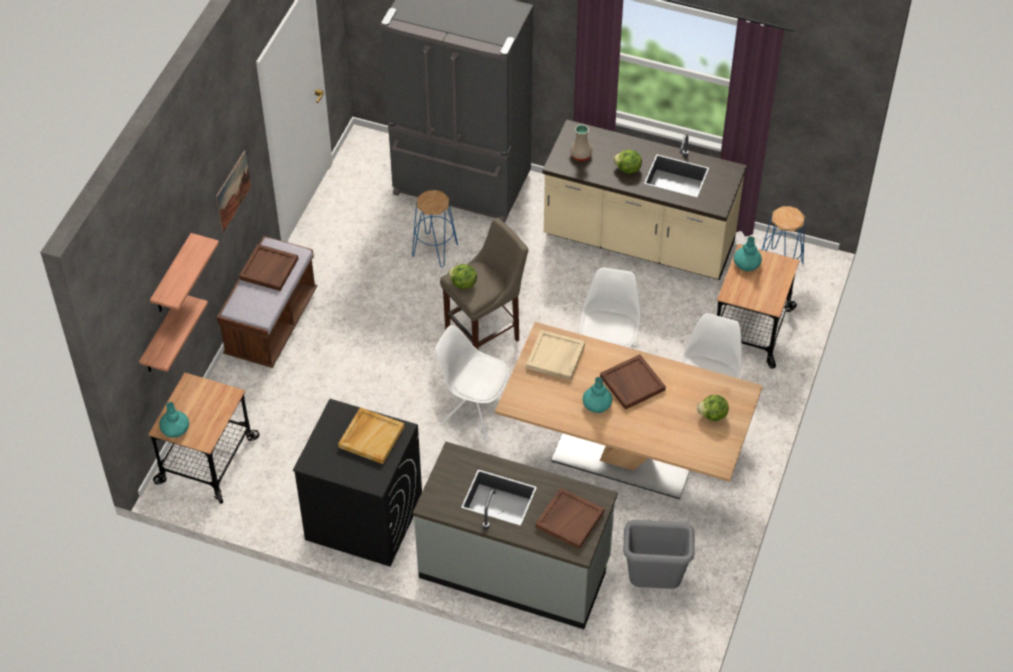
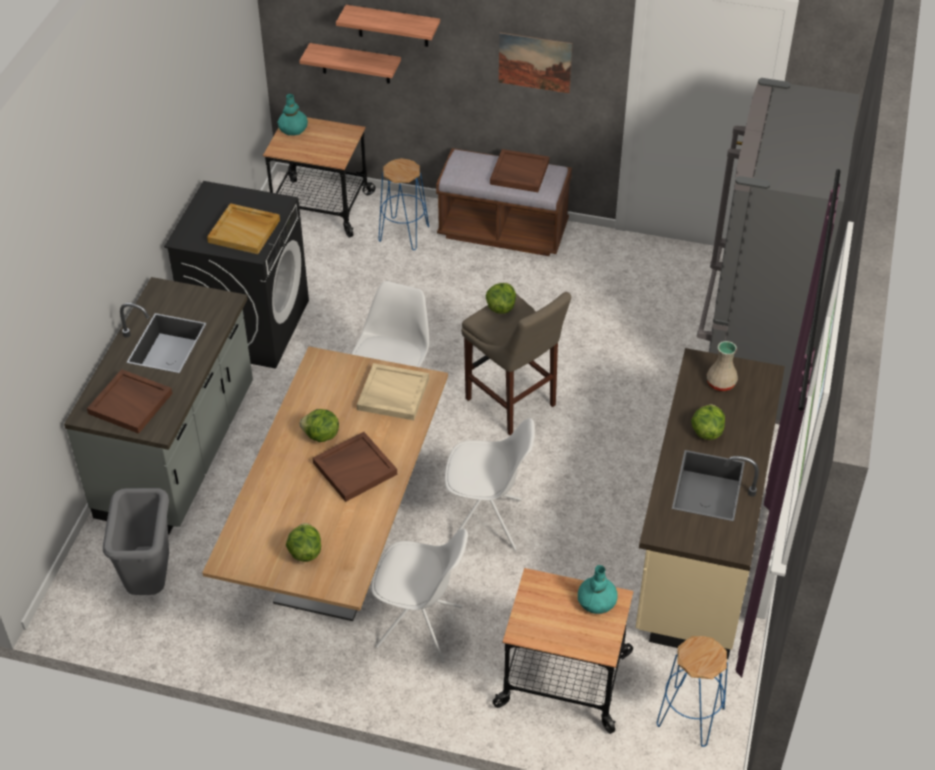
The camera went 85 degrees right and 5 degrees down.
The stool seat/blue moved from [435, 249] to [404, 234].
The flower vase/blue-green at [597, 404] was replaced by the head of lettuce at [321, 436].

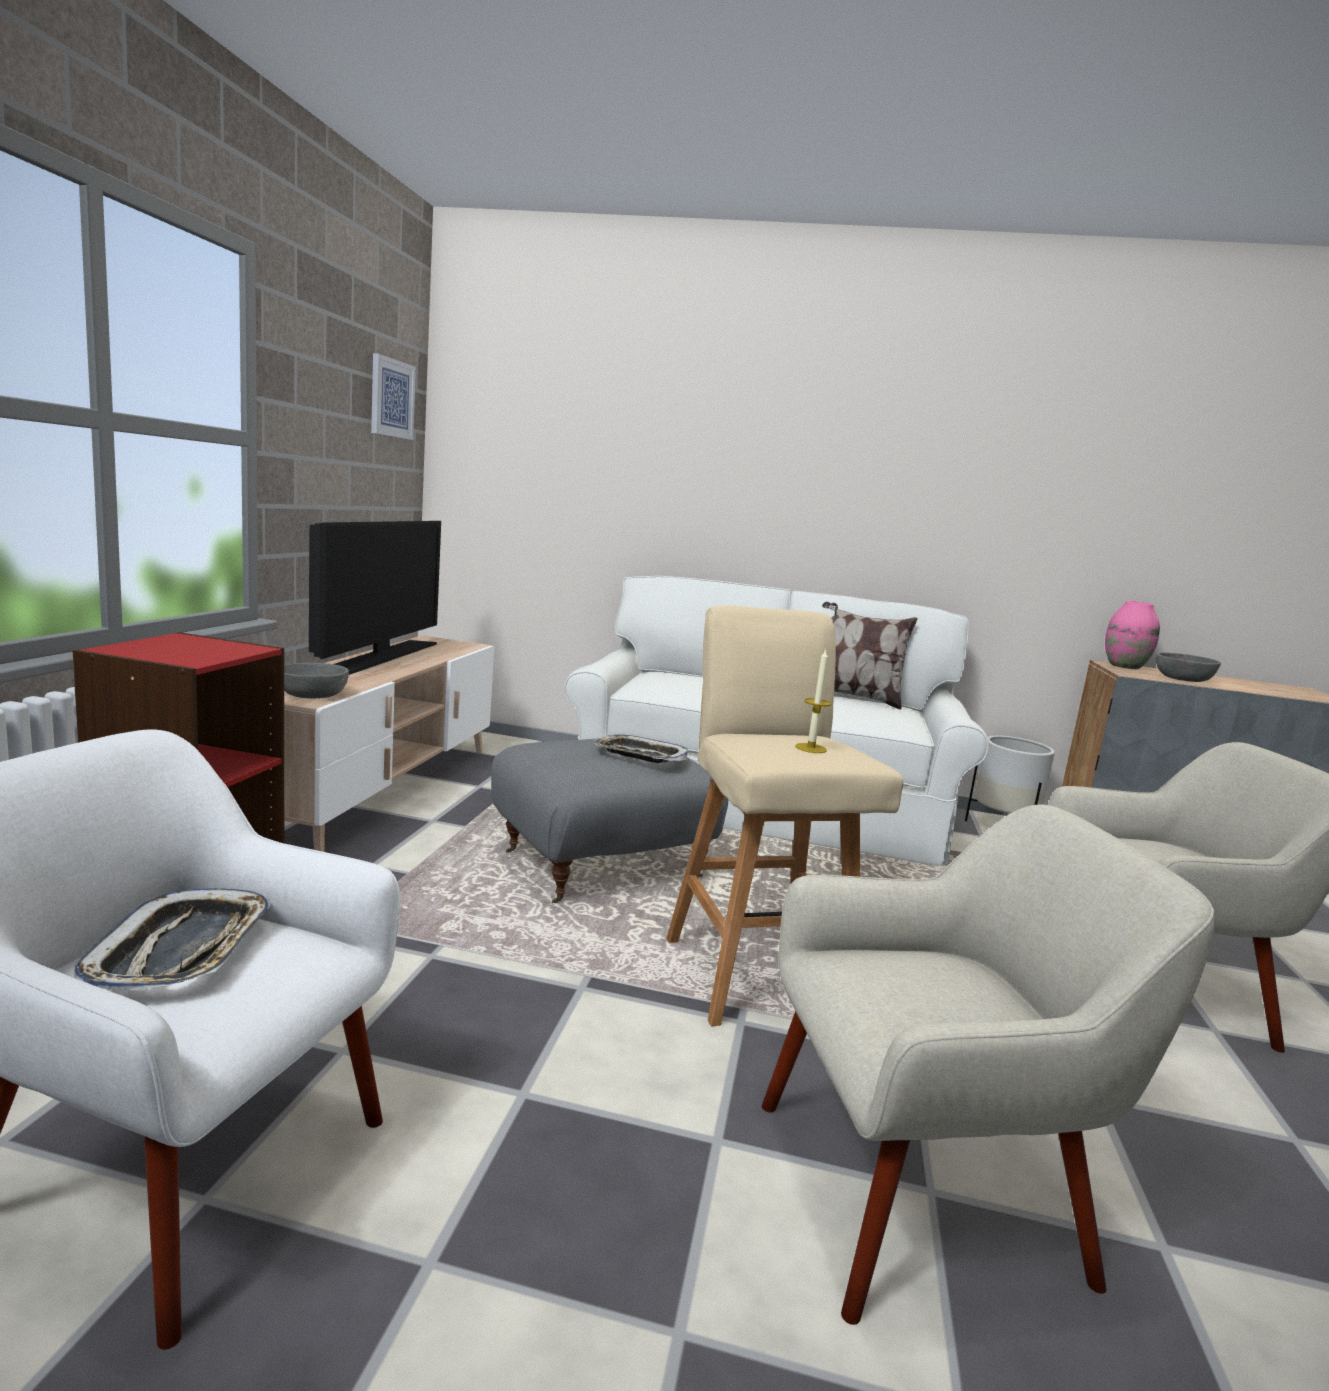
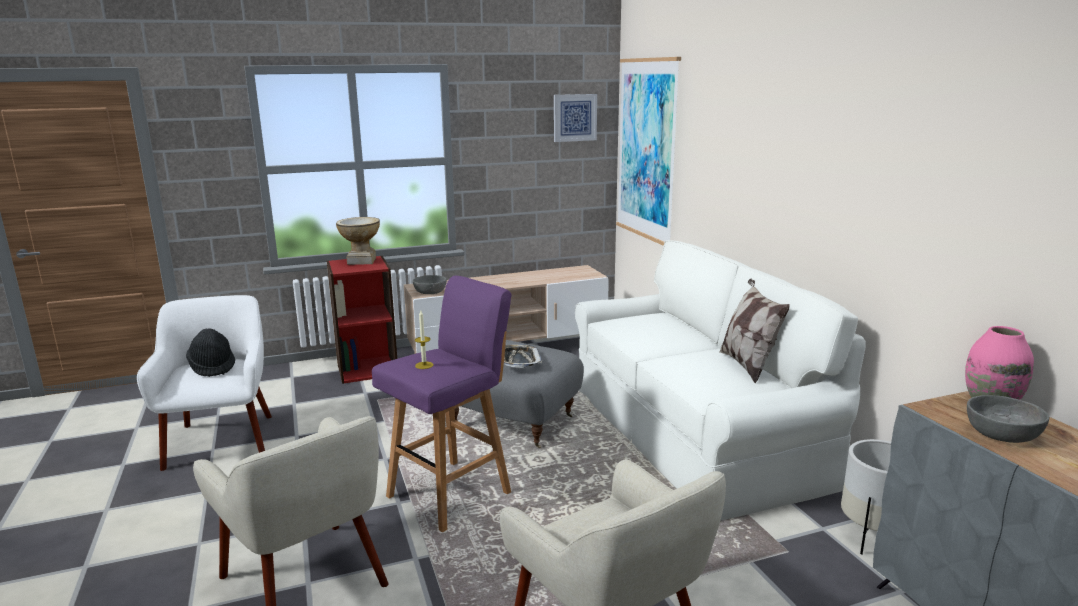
The camera went 60 degrees right and 5 degrees up.
The television at [380, 657] disappeared.
The flower vase at [361, 261] appeared.
The picture at [647, 149] appeared.
The carrying tray at [182, 950] was replaced by the clothing hat/black-coloured at [212, 367].
The stool seat/beige at [756, 971] became the stool seat/purple at [451, 493].

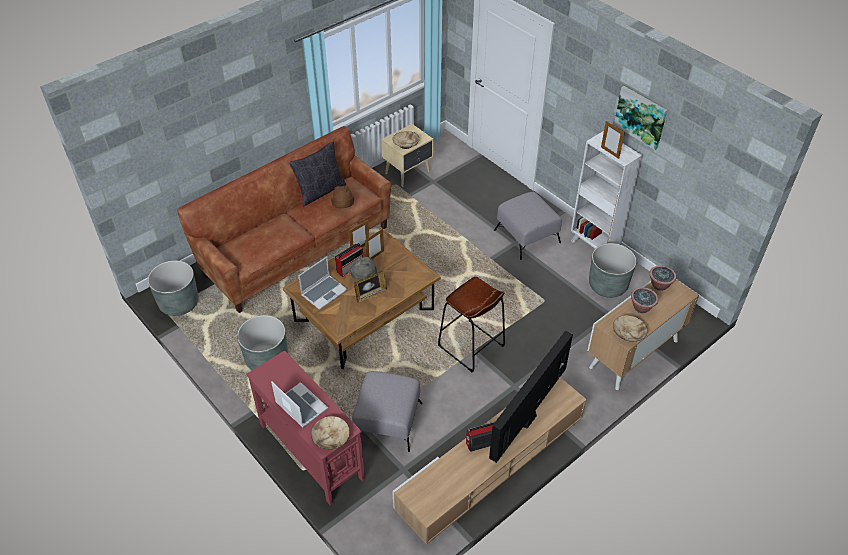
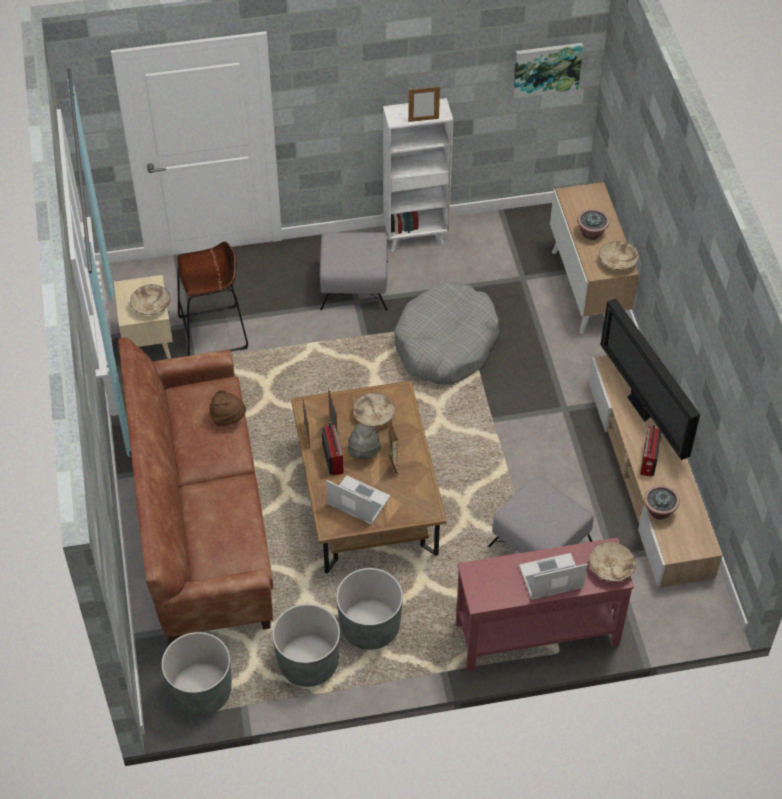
The camera went 60 degrees left and 5 degrees up.
The cushion/black-coloured at [320, 191] disappeared.
The bowl/beige at [374, 415] appeared.
The dog cushion/grey at [446, 344] appeared.
The stool seat/brown moved from [471, 346] to [213, 333].
The planter/grey moved from [607, 285] to [308, 663].
The picture moved from [641, 117] to [546, 68].
The plant in a pot moved from [659, 285] to [659, 511].
The portable computer at [324, 292] turned 45 degrees counterclockwise.

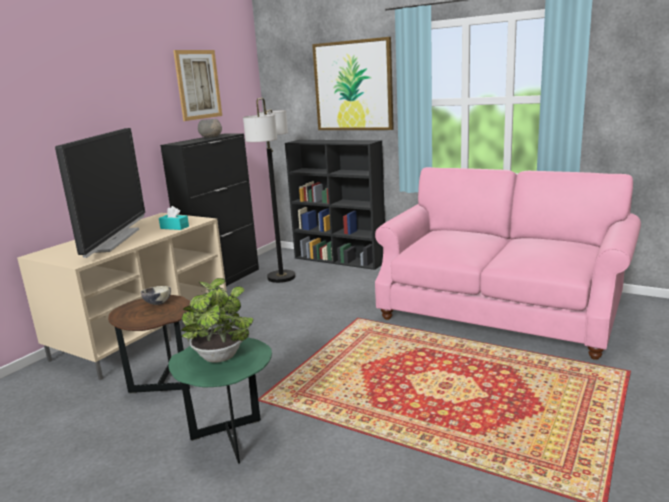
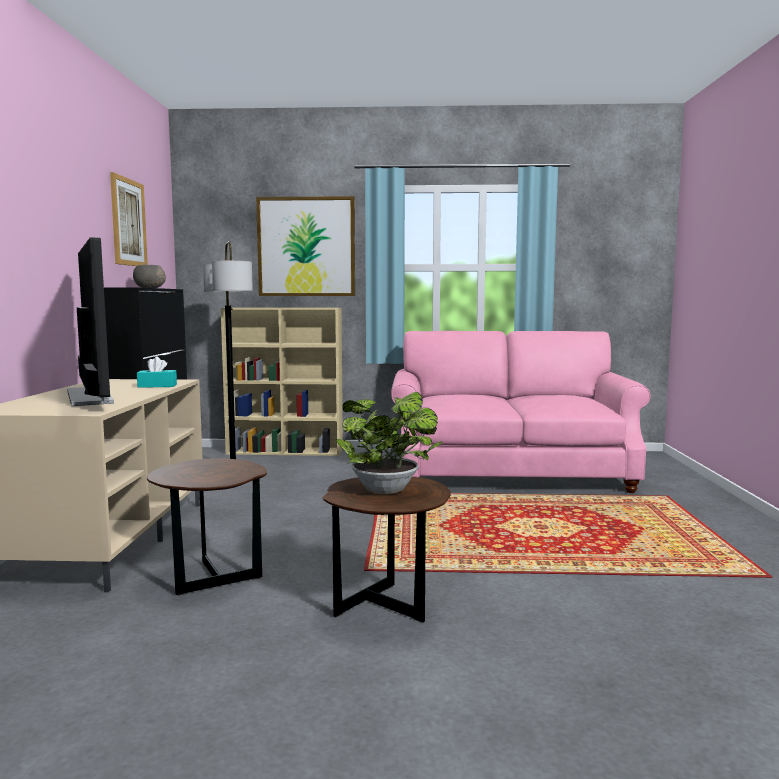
The camera went 30 degrees left and 10 degrees down.
The bowl at [157, 303] disappeared.
The accent table/green at [232, 442] became the accent table/brown at [387, 608].
The bookshelf/black-coloured at [340, 260] became the bookshelf/beige at [286, 451].

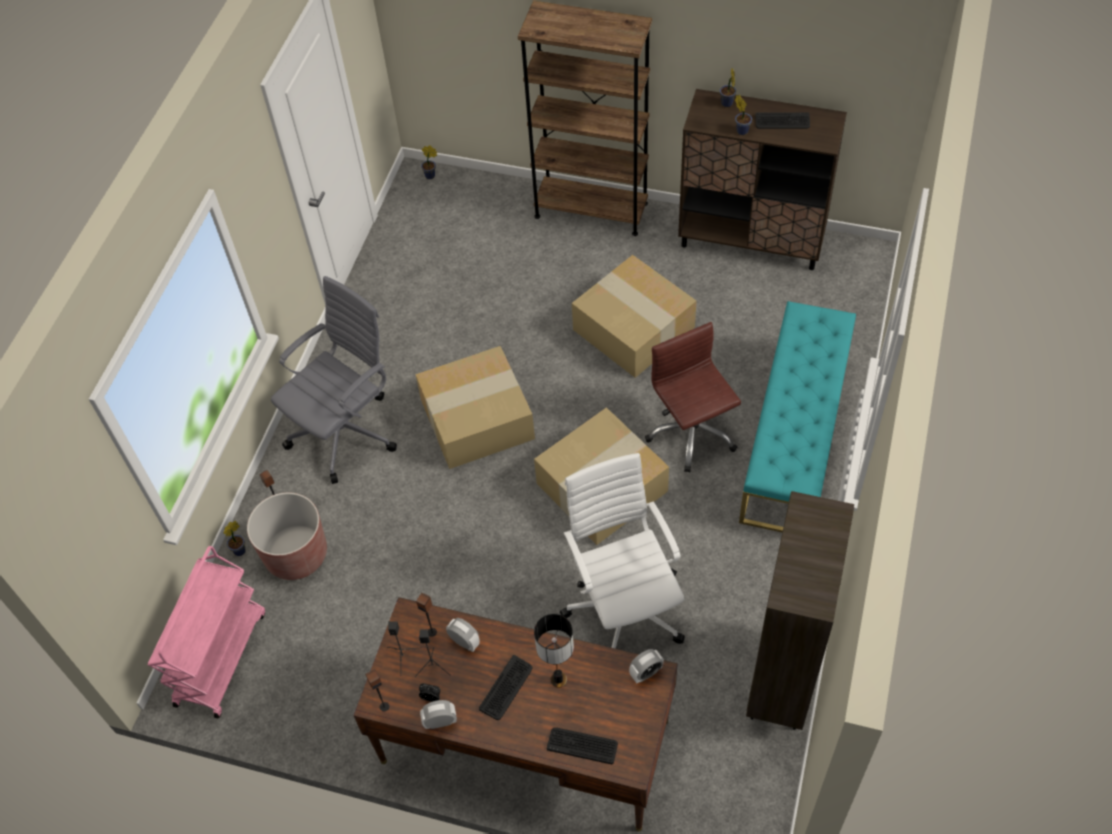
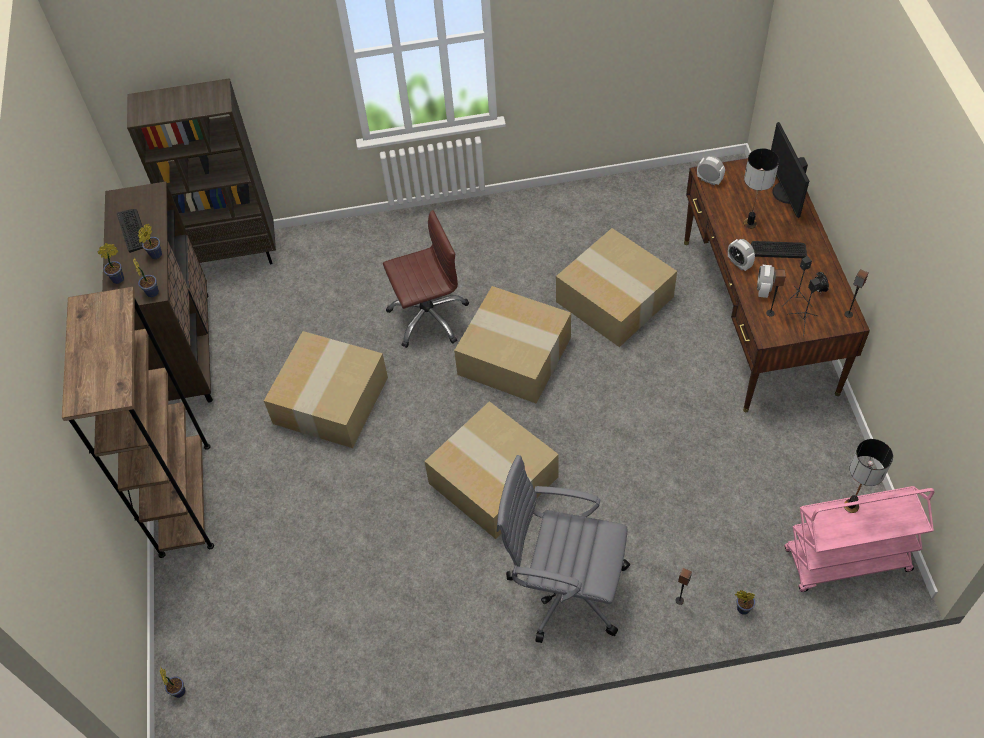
The camera went 115 degrees left and 0 degrees up.
The planter/brown at [296, 554] disappeared.
The bench/blue-green at [795, 436] disappeared.
The plant in a pot at [152, 291] appeared.
The lamp for a table at [851, 506] appeared.
The table clock moved from [440, 722] to [739, 263].
The bookshelf/brown moved from [782, 682] to [236, 255].
The PC keyboard at [582, 745] was replaced by the monitor at [785, 193].
The computer chair/whitish at [624, 606] was replaced by the cardboard box at [612, 299].
The computer chair/brown at [691, 433] turned 150 degrees counterclockwise.

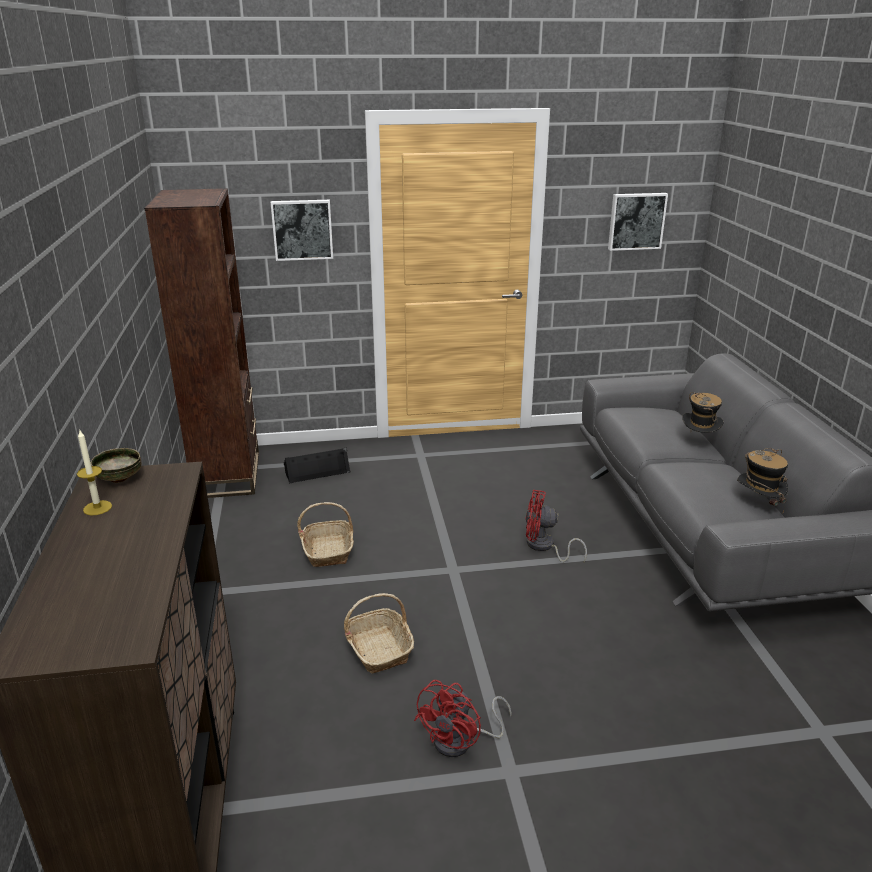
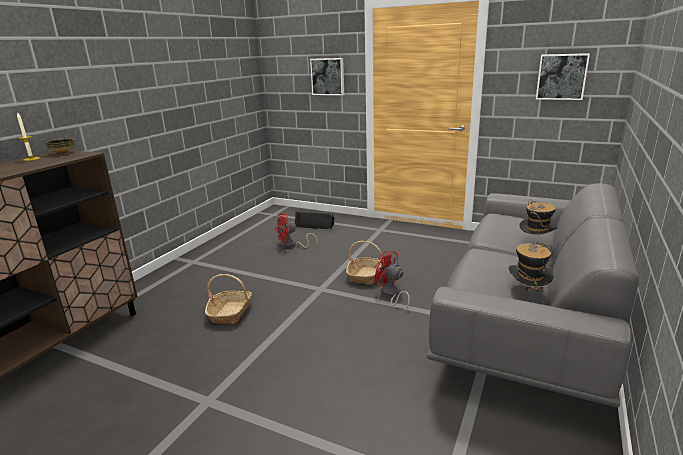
The camera went 35 degrees right and 5 degrees down.
The bookshelf/brown at [227, 475] disappeared.
The basket moved from [328, 550] to [366, 275].
The fan/reddish moved from [461, 741] to [291, 245].

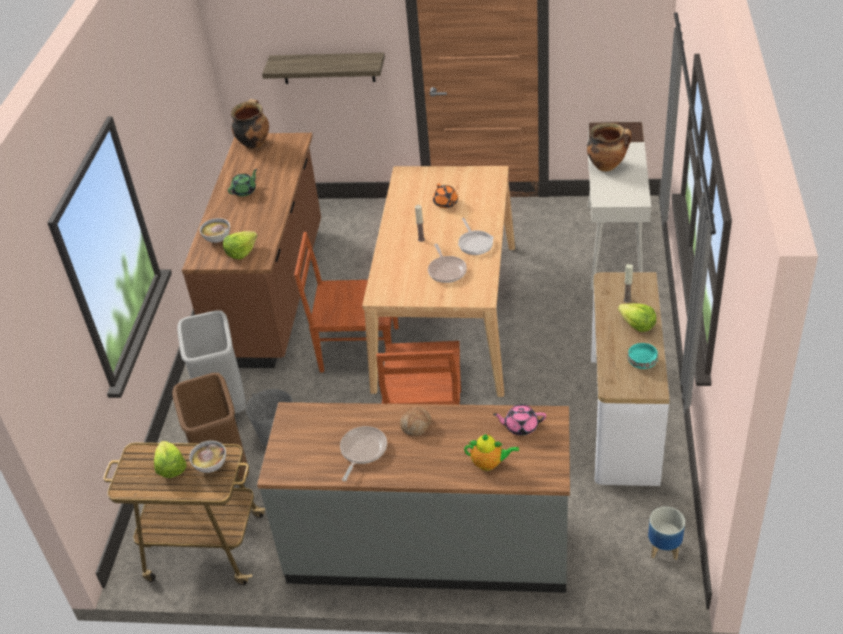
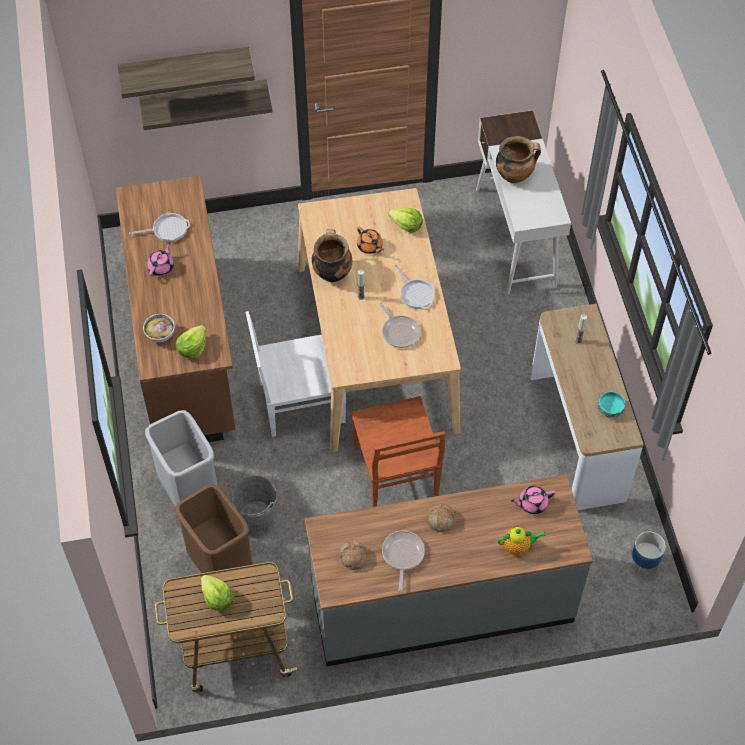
The camera went 20 degrees left and 15 degrees up.
The bowl at [211, 466] disappeared.
The wall shelf at [185, 68] appeared.
The frying pan at [167, 229] appeared.
The baked bread at [352, 557] appeared.
The cooking pot moved from [254, 143] to [332, 273].
The head of lettuce moved from [637, 325] to [406, 226].
The teapot/green at [245, 191] became the teapot/pink at [161, 267].
The upright chair/brown at [357, 349] became the upright chair/whitish at [299, 403].

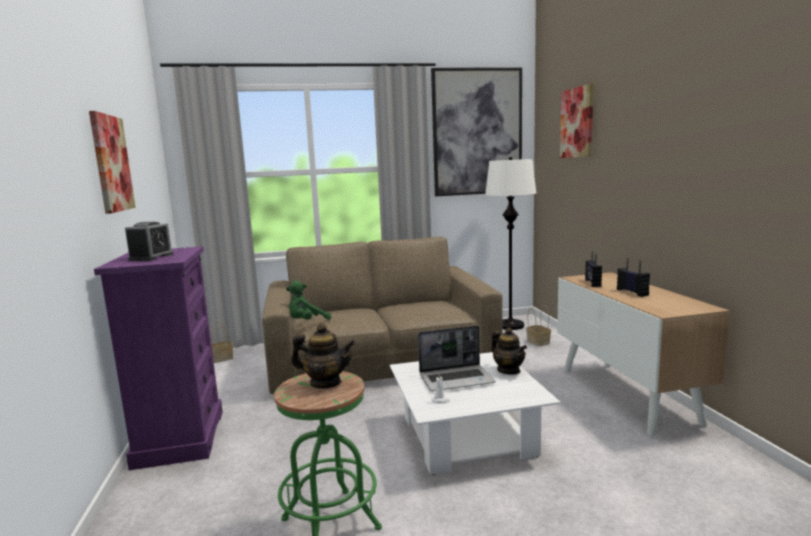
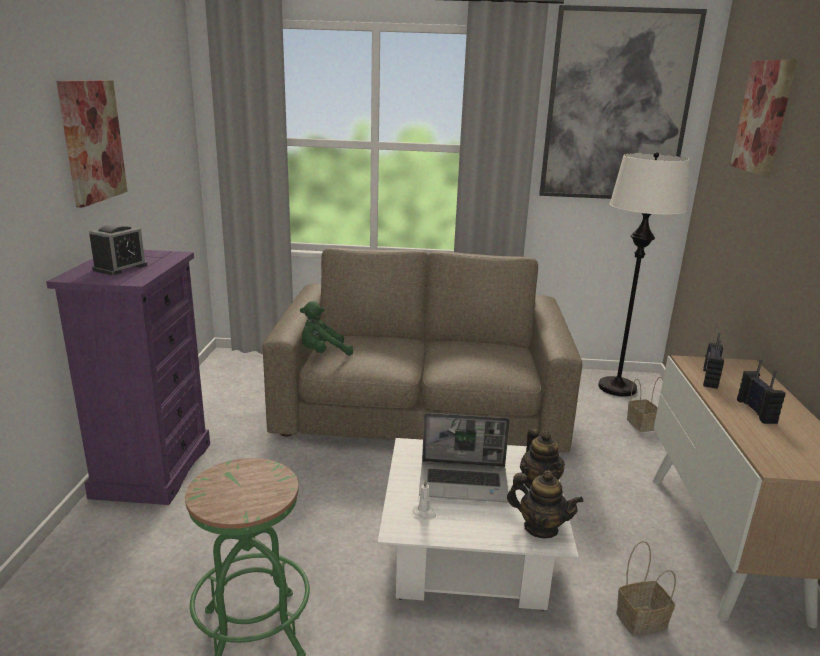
The camera went 15 degrees right and 10 degrees up.
The basket moved from [223, 358] to [642, 619].
The teapot moved from [325, 383] to [540, 528].

